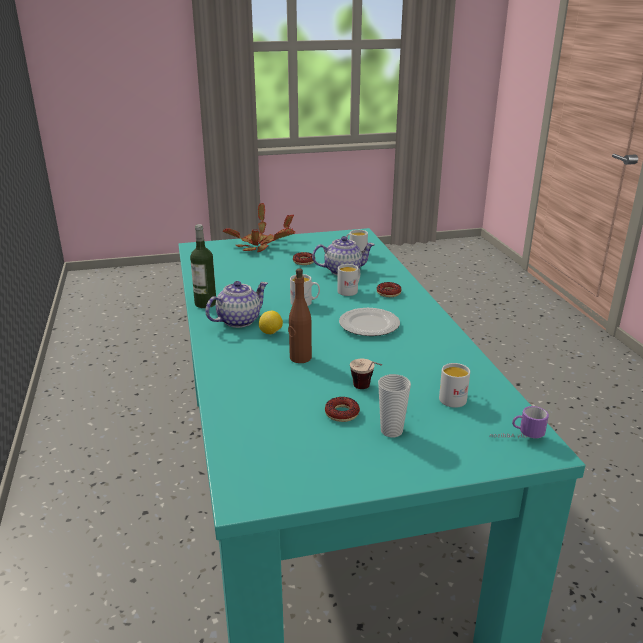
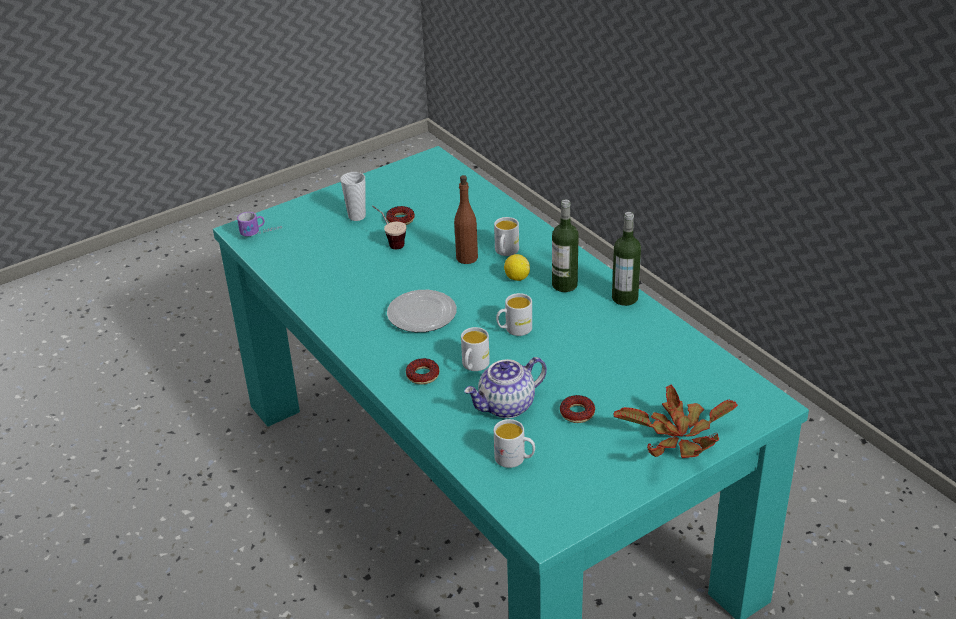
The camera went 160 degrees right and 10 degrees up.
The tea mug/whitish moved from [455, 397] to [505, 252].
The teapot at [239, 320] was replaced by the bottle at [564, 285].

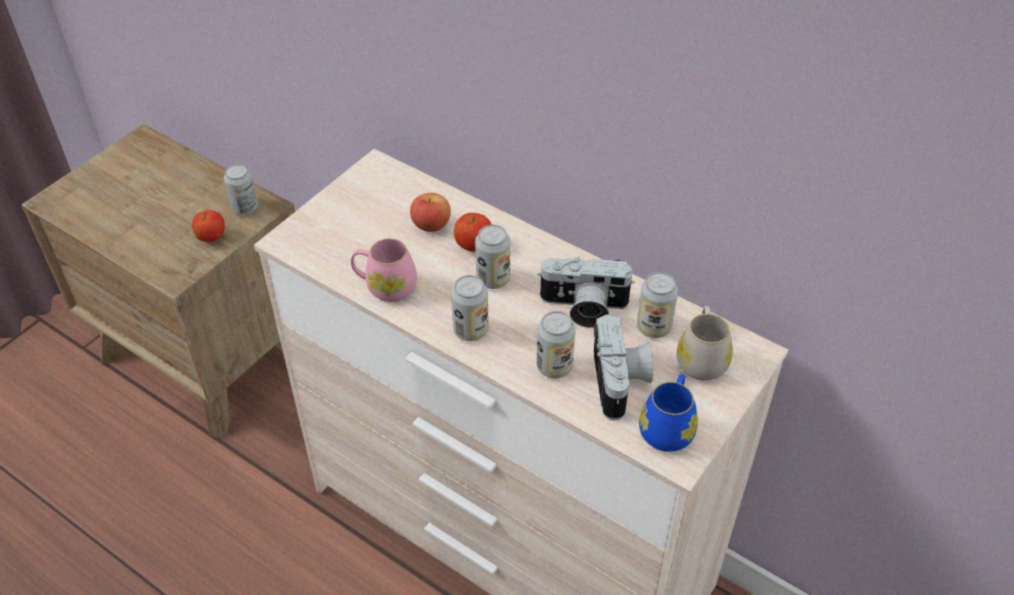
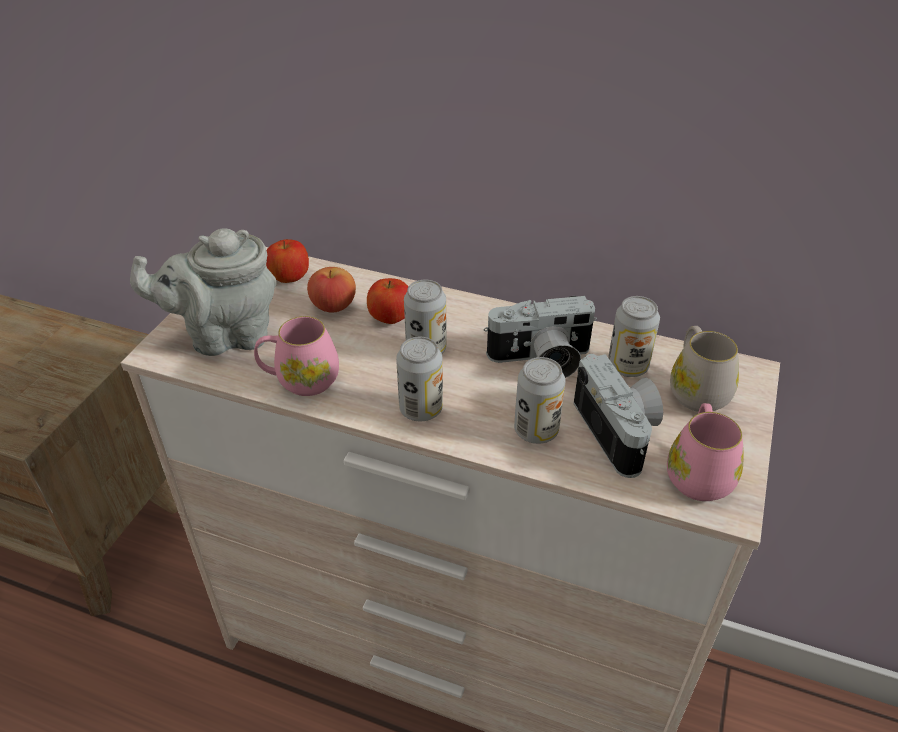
The camera went 15 degrees left and 5 degrees down.
The can at [245, 208] disappeared.
The teapot/grey at [225, 335] appeared.
The apple moved from [211, 237] to [289, 279].
The tea mug/blue at [668, 427] became the tea mug/pink at [698, 473].

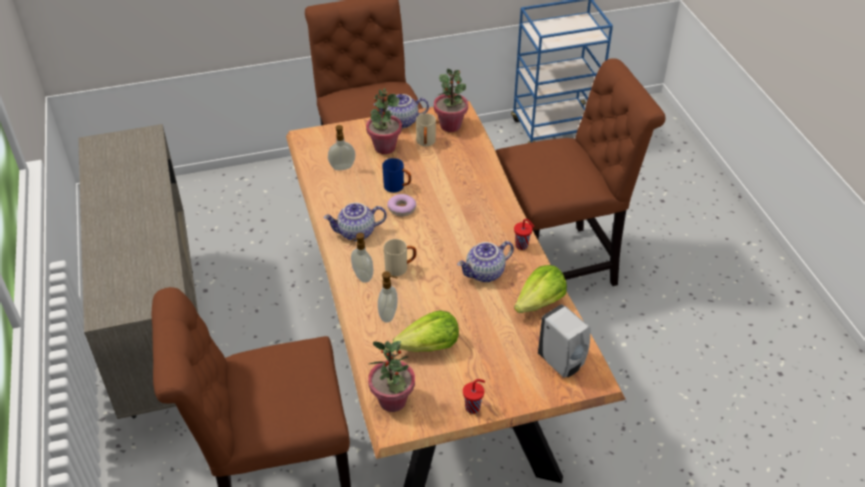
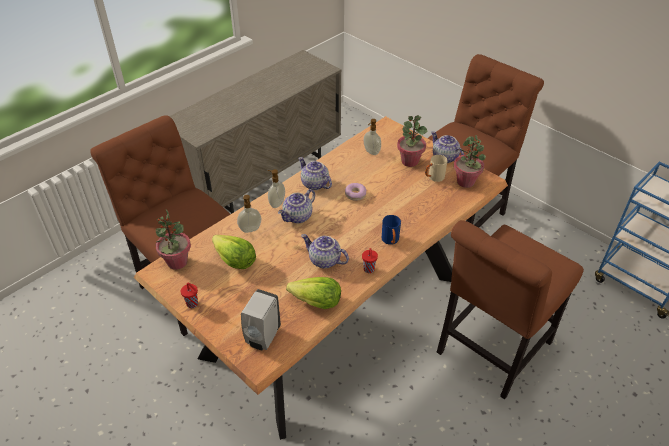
The camera went 60 degrees right and 0 degrees up.
The tea mug/blue moved from [397, 187] to [391, 241].
The tea mug/beige at [400, 268] was replaced by the teapot at [298, 217].
The upright chair/brown at [560, 265] turned 90 degrees clockwise.

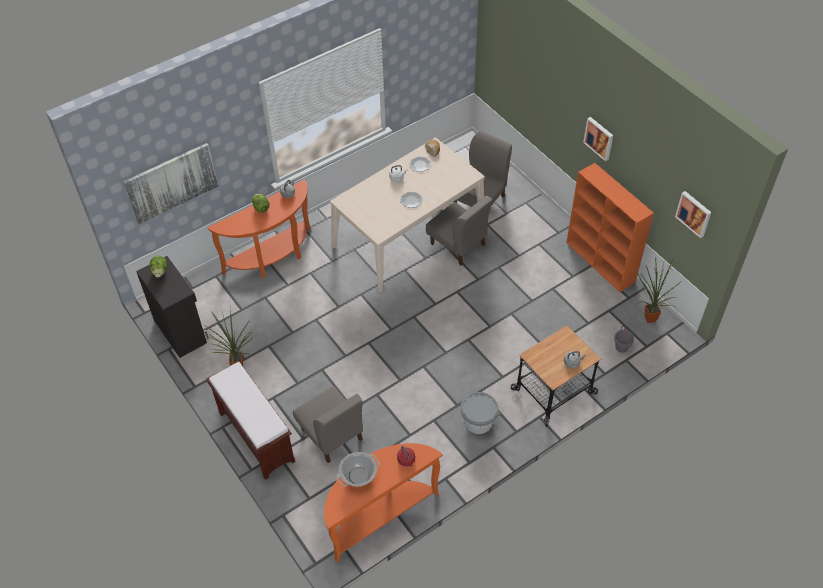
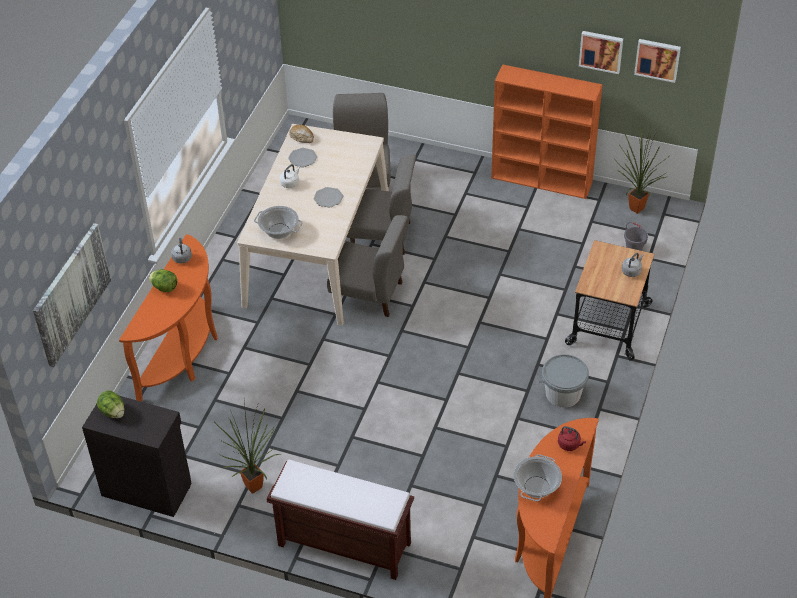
The camera went 35 degrees left and 5 degrees down.
The cooking pot at [279, 231] appeared.
The upright chair/grey moved from [331, 435] to [369, 294].
The picture moved from [599, 138] to [601, 51].

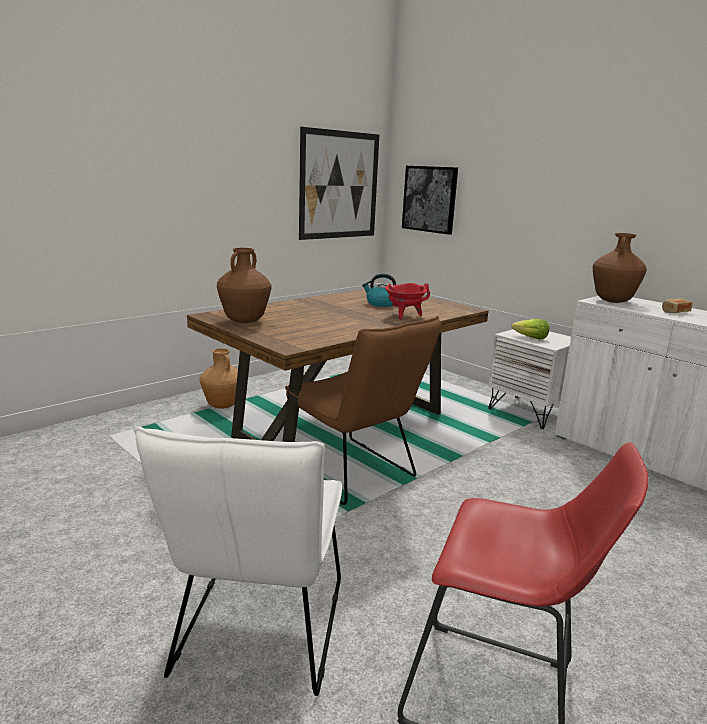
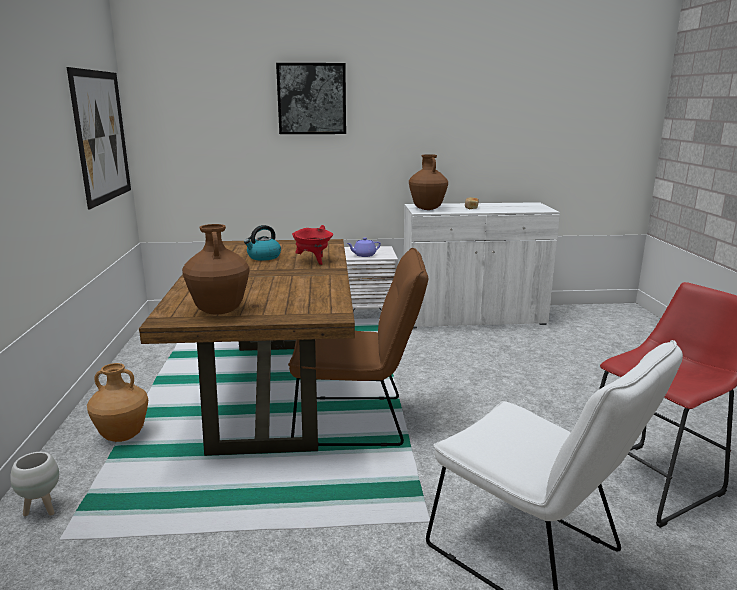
The camera went 50 degrees left and 0 degrees up.
The planter/whitish at [42, 510] appeared.
The picture moved from [430, 199] to [312, 99].
The head of lettuce at [530, 338] was replaced by the teapot/purple at [364, 255].

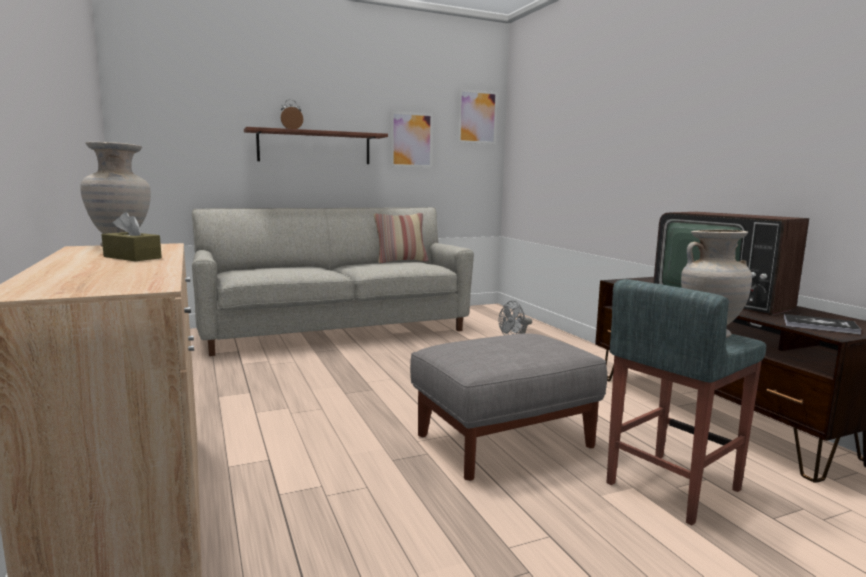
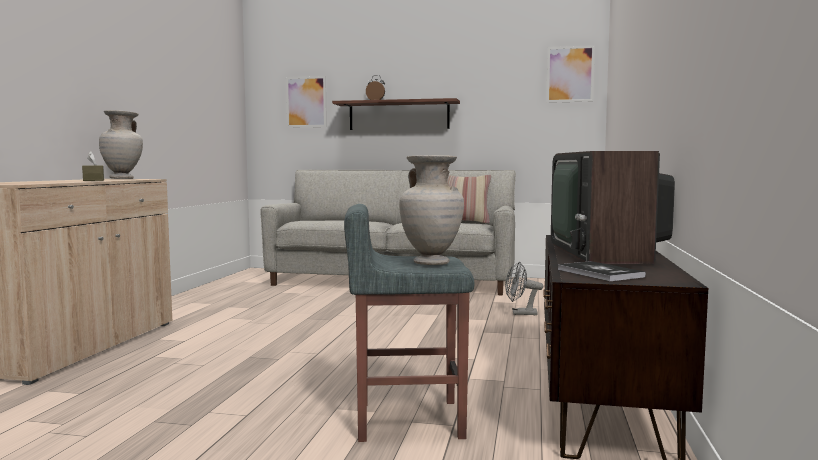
The camera went 35 degrees right and 5 degrees down.
The footrest/grey at [505, 441] disappeared.
The picture moved from [411, 140] to [306, 102].

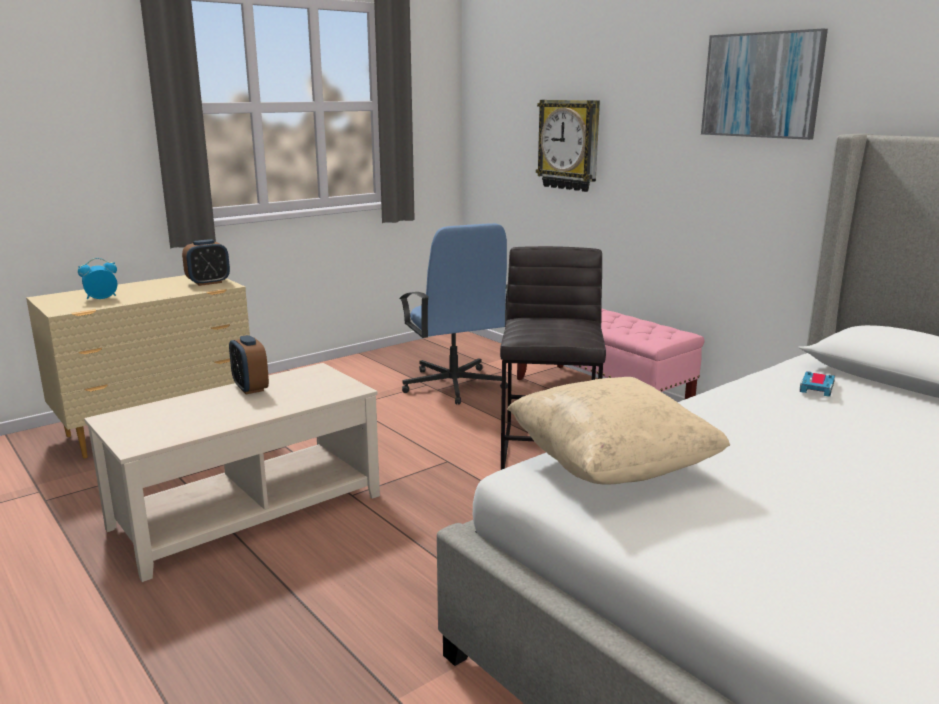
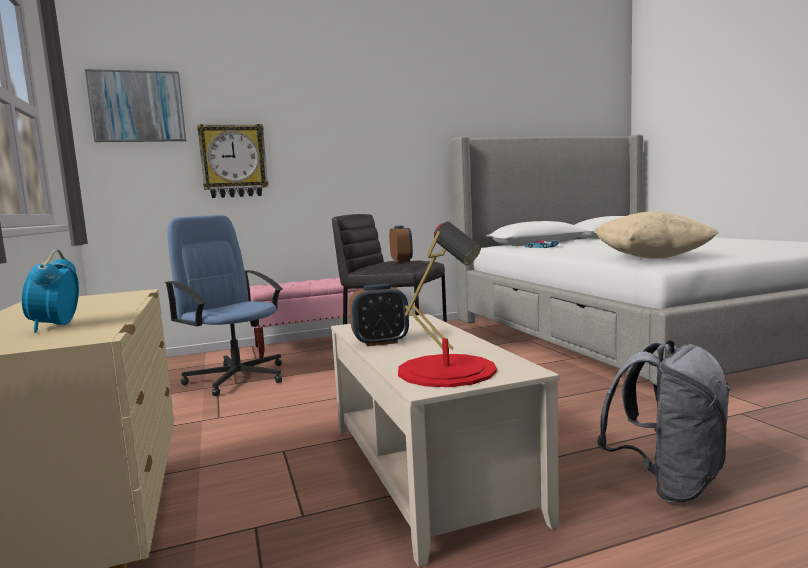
The camera went 70 degrees left and 10 degrees down.
The lamp for a table/reddish at [447, 370] appeared.
The backpack/grey at [668, 483] appeared.
The table clock moved from [208, 282] to [401, 260].
The picture moved from [761, 85] to [137, 107].
The computer chair/blue at [453, 386] turned 135 degrees counterclockwise.

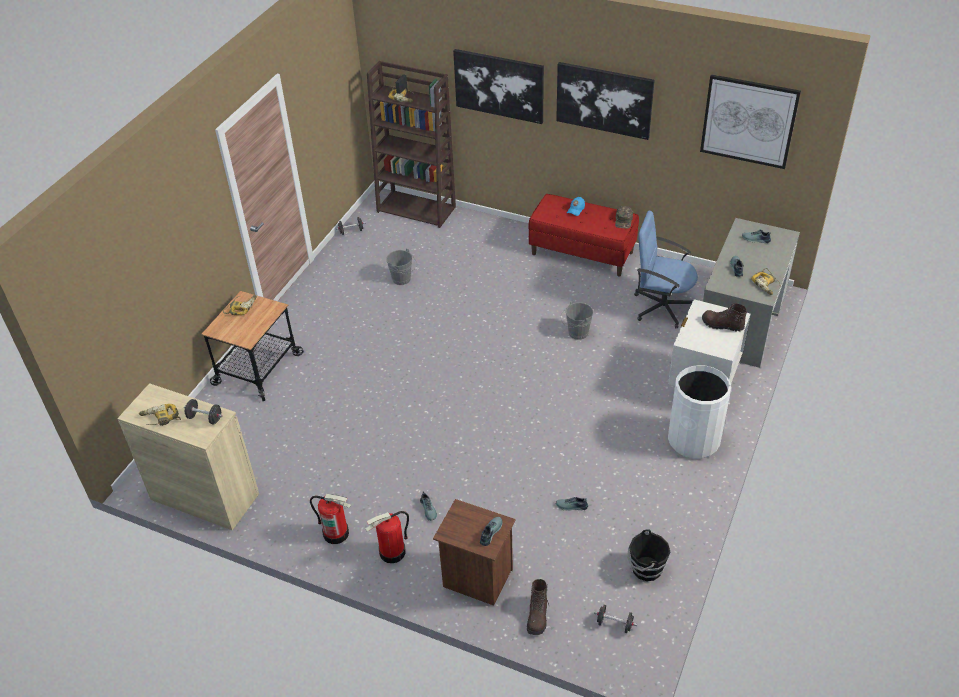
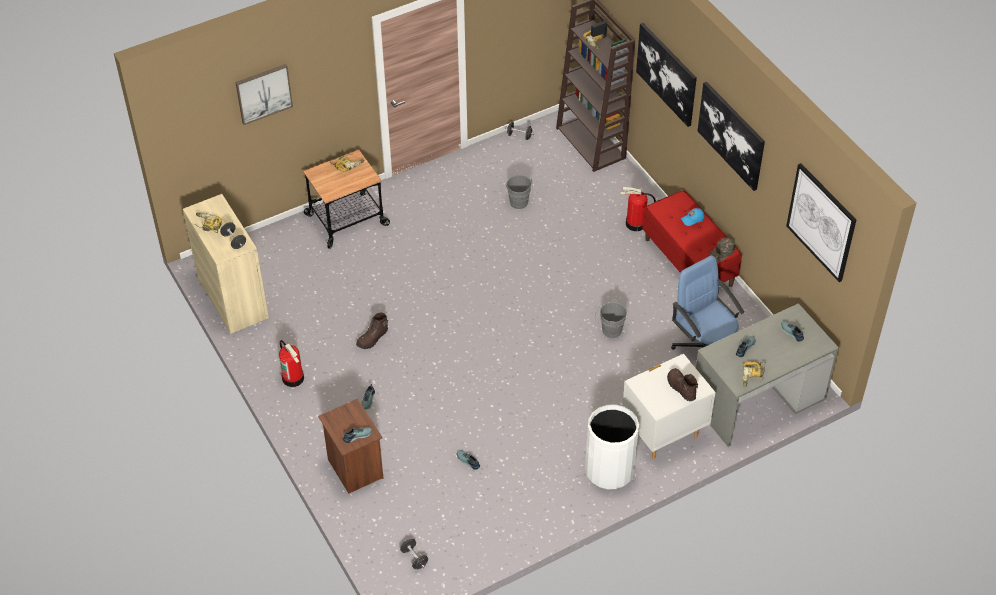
The camera went 35 degrees right and 5 degrees up.
The pail/black-coloured at [645, 568] disappeared.
The picture at [263, 93] appeared.
The extinguisher moved from [392, 552] to [635, 224].
The high-top boot/brown moved from [537, 616] to [373, 339].

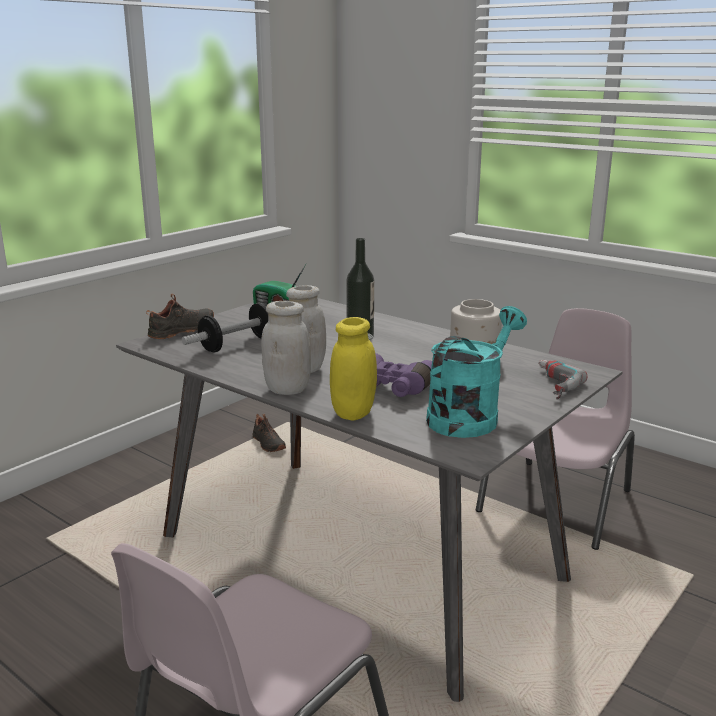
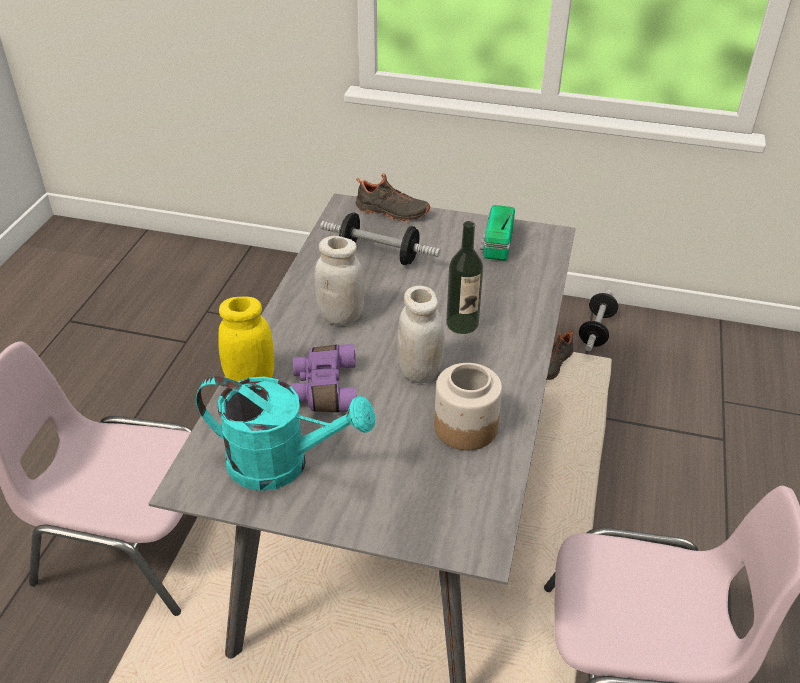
The camera went 65 degrees right and 20 degrees up.
The power drill at [548, 385] disappeared.
The dumbbell at [596, 330] appeared.
The storage jar/whitish moved from [287, 390] to [419, 371].

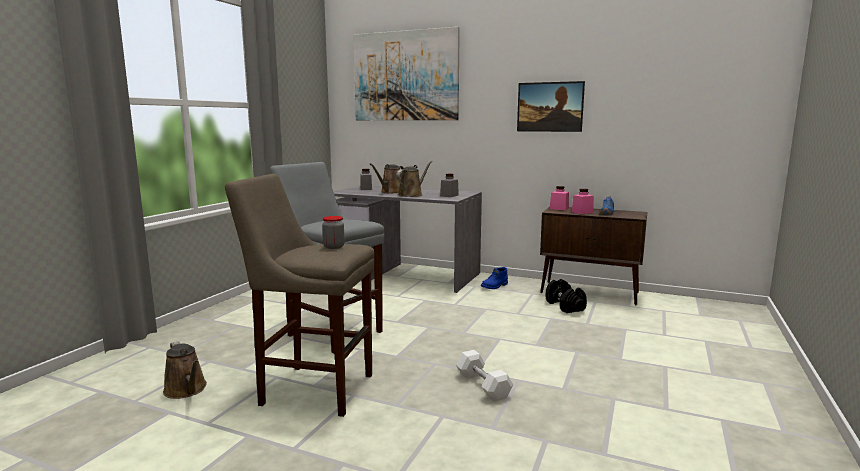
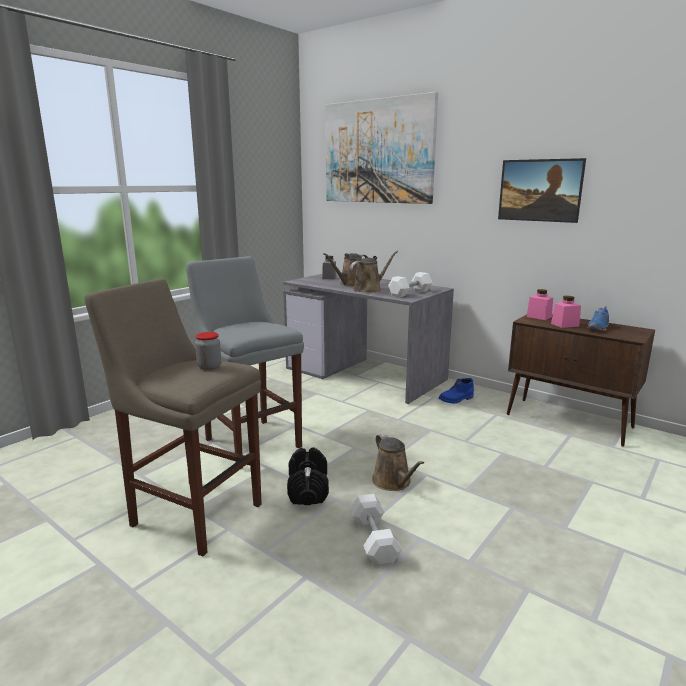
The camera went 15 degrees right and 5 degrees up.
The watering pot/brown moved from [186, 390] to [393, 482].
The dumbbell/black-coloured moved from [565, 306] to [308, 489].
The storage jar/grey at [449, 195] was replaced by the dumbbell/whitish at [410, 293].

